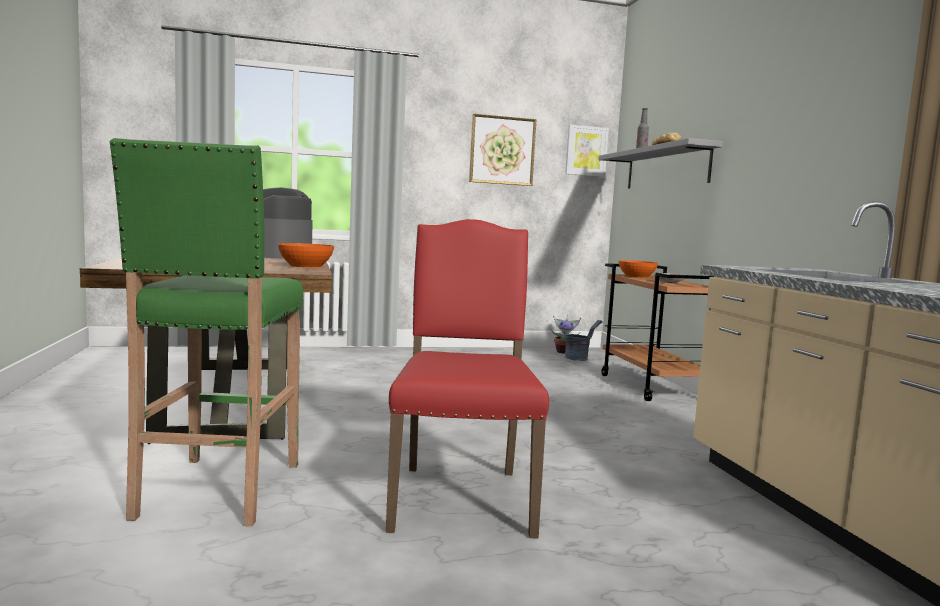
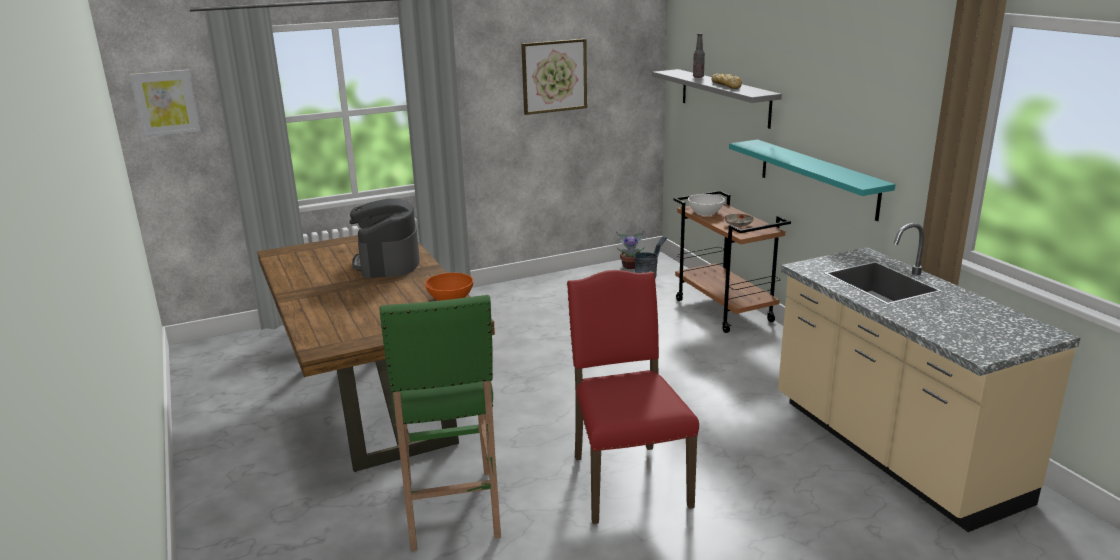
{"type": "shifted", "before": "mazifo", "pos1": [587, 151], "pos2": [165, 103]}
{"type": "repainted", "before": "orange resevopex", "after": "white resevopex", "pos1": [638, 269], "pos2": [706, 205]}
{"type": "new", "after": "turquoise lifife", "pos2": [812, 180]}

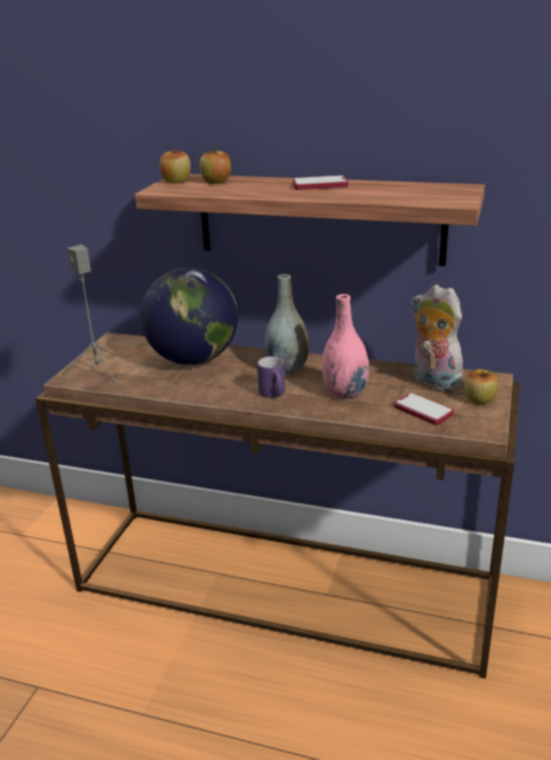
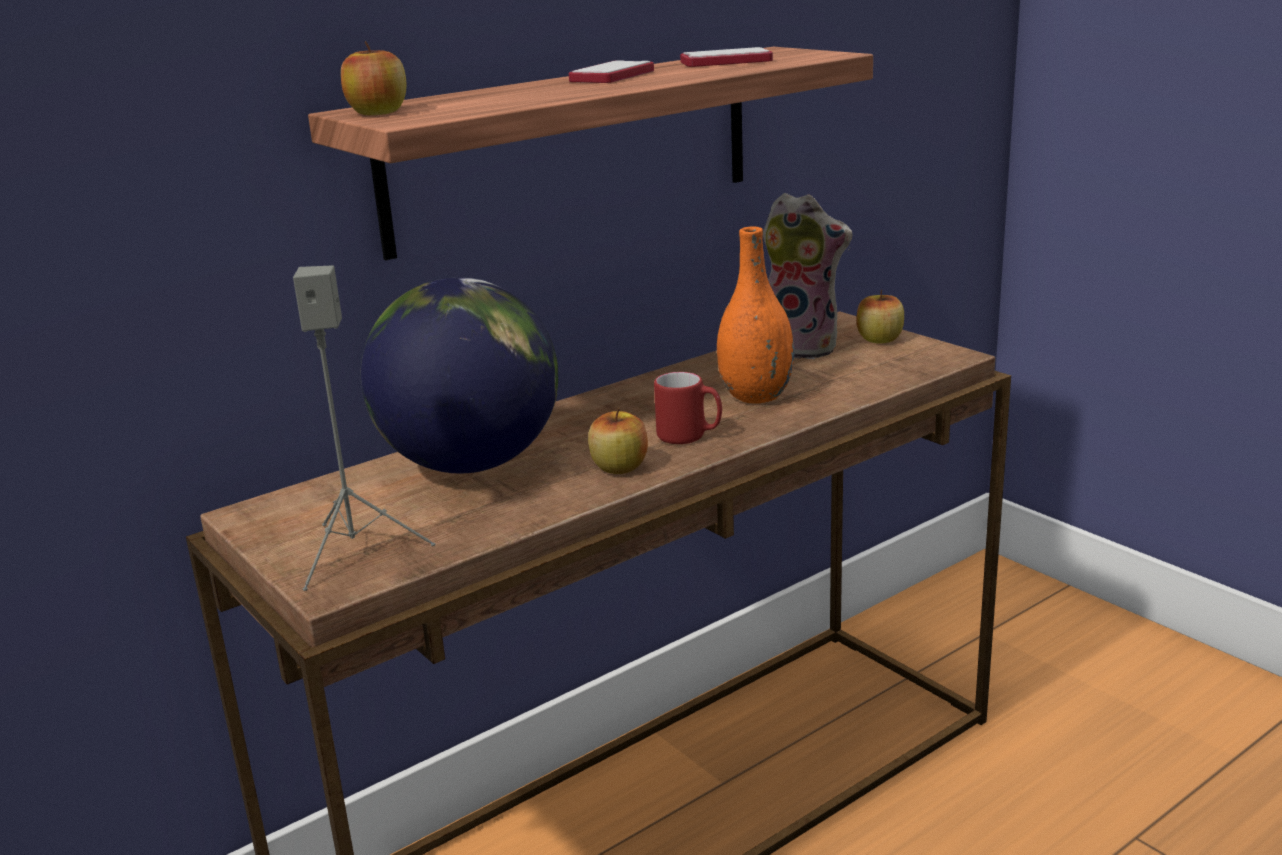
{"type": "shifted", "before": "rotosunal", "pos1": [215, 165], "pos2": [618, 441]}
{"type": "gone", "before": "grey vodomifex", "pos1": [287, 324]}
{"type": "rotated", "before": "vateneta", "pos1": [437, 338], "pos2": [807, 276], "turn": -150}
{"type": "repainted", "before": "pink vodomifex", "after": "orange vodomifex", "pos1": [345, 347], "pos2": [755, 315]}
{"type": "repainted", "before": "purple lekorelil", "after": "red lekorelil", "pos1": [271, 377], "pos2": [688, 408]}
{"type": "shifted", "before": "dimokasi", "pos1": [424, 409], "pos2": [726, 57]}

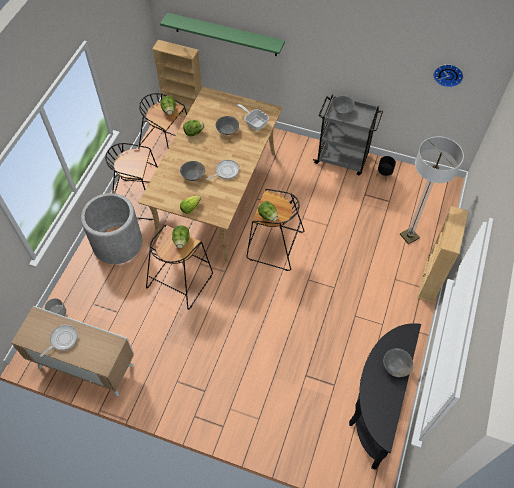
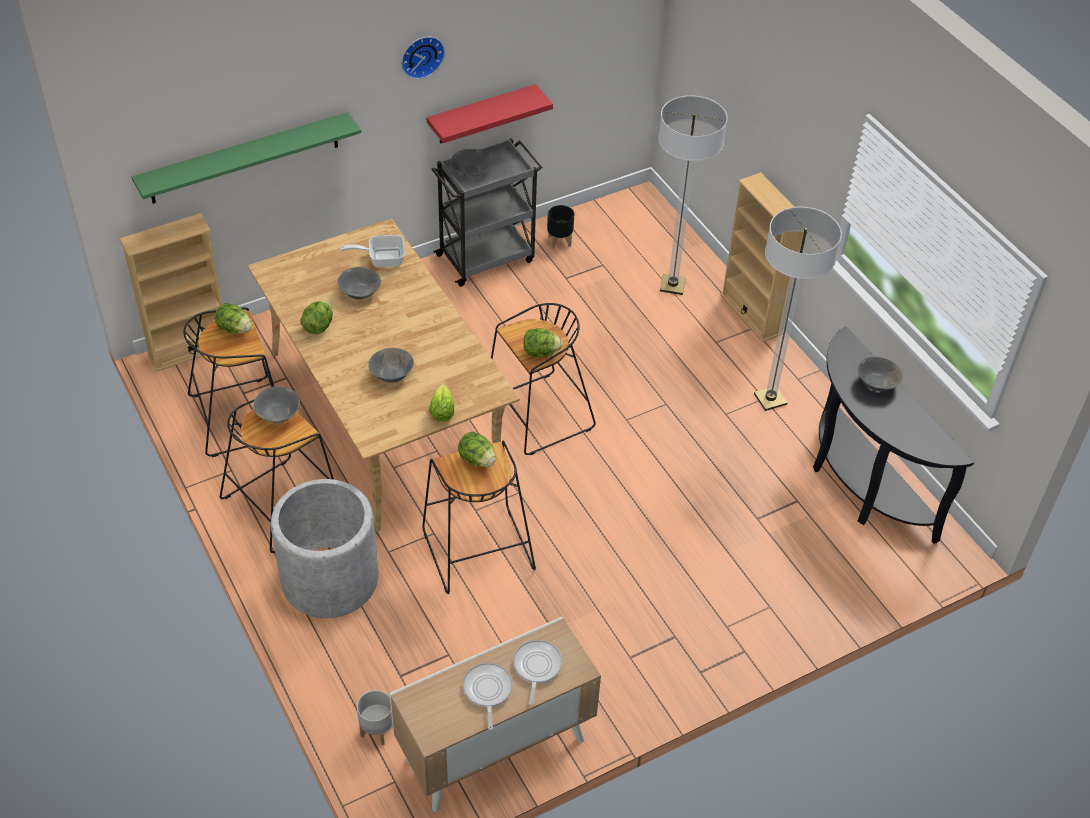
{"type": "shifted", "before": "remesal", "pos1": [448, 75], "pos2": [423, 58]}
{"type": "shifted", "before": "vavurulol", "pos1": [222, 170], "pos2": [537, 672]}
{"type": "new", "after": "red lifife", "pos2": [490, 113]}
{"type": "new", "after": "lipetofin", "pos2": [798, 309]}
{"type": "new", "after": "grey resevopex", "pos2": [277, 404]}

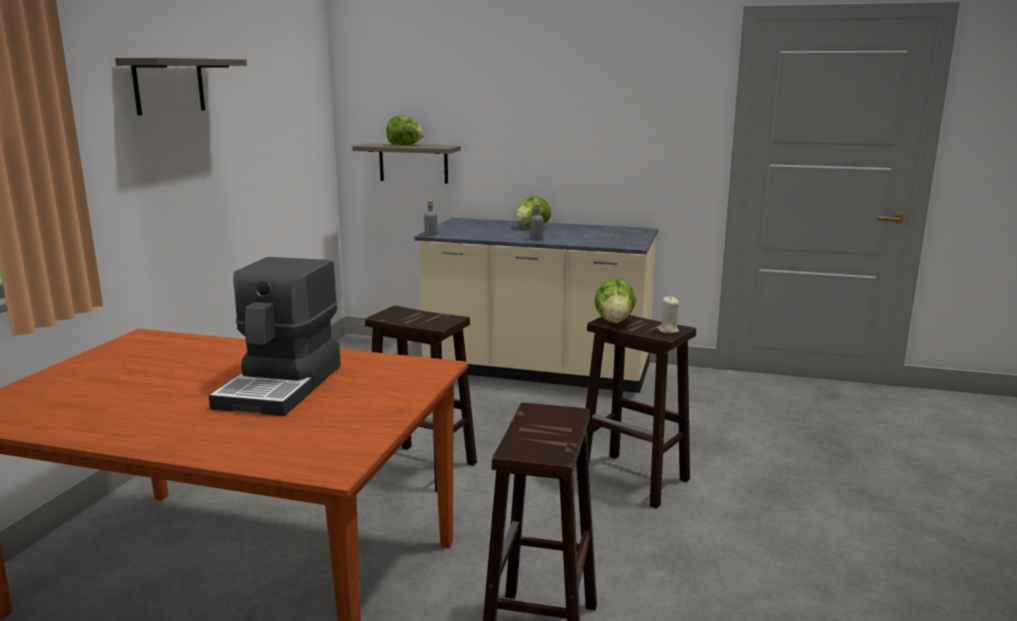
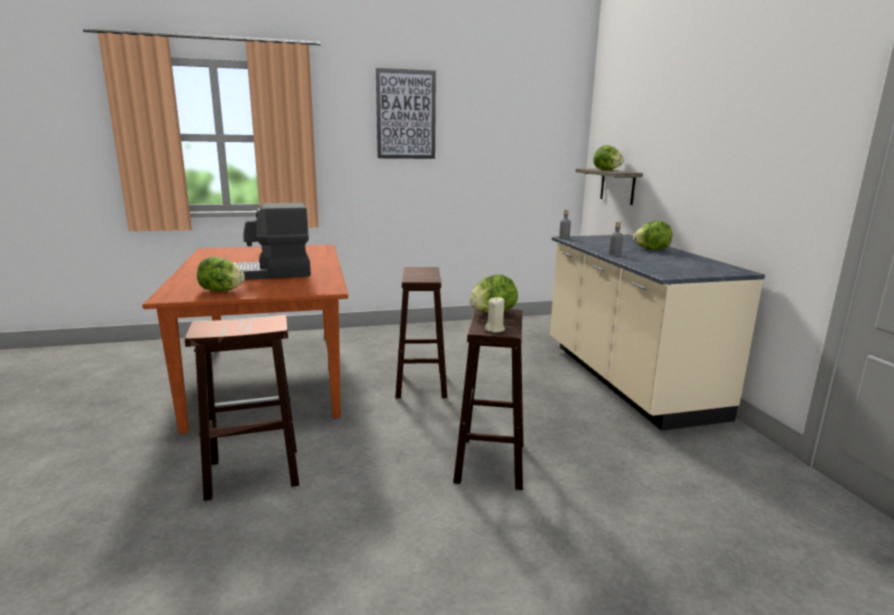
{"type": "swapped", "before": "lifife", "after": "mazifo", "pos1": [181, 86], "pos2": [406, 113]}
{"type": "new", "after": "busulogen", "pos2": [221, 274]}

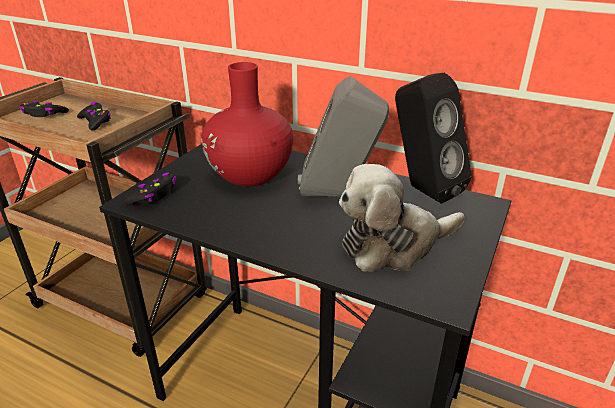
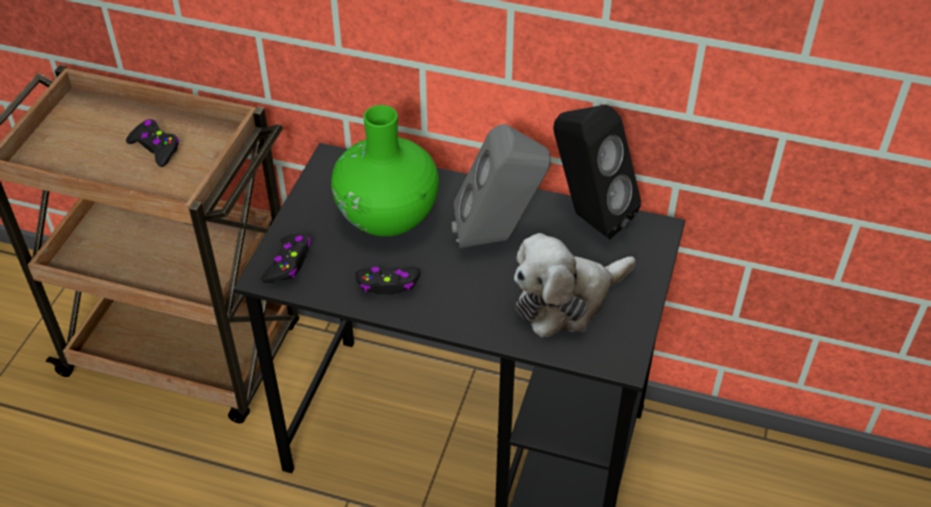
{"type": "repainted", "before": "red vodomifex", "after": "green vodomifex", "pos1": [247, 124], "pos2": [385, 170]}
{"type": "shifted", "before": "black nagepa", "pos1": [44, 109], "pos2": [387, 281]}

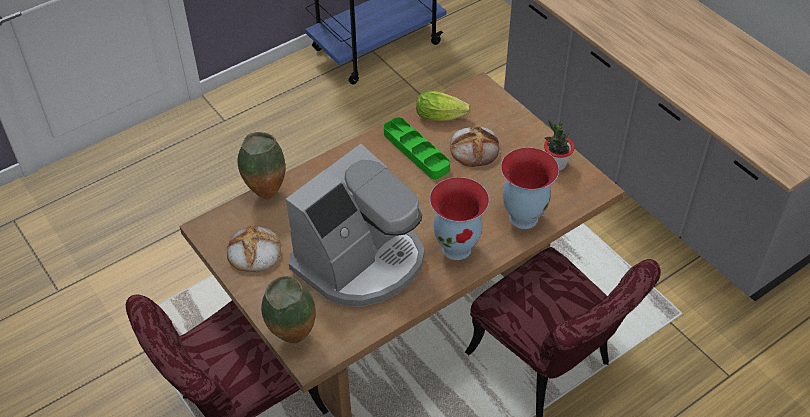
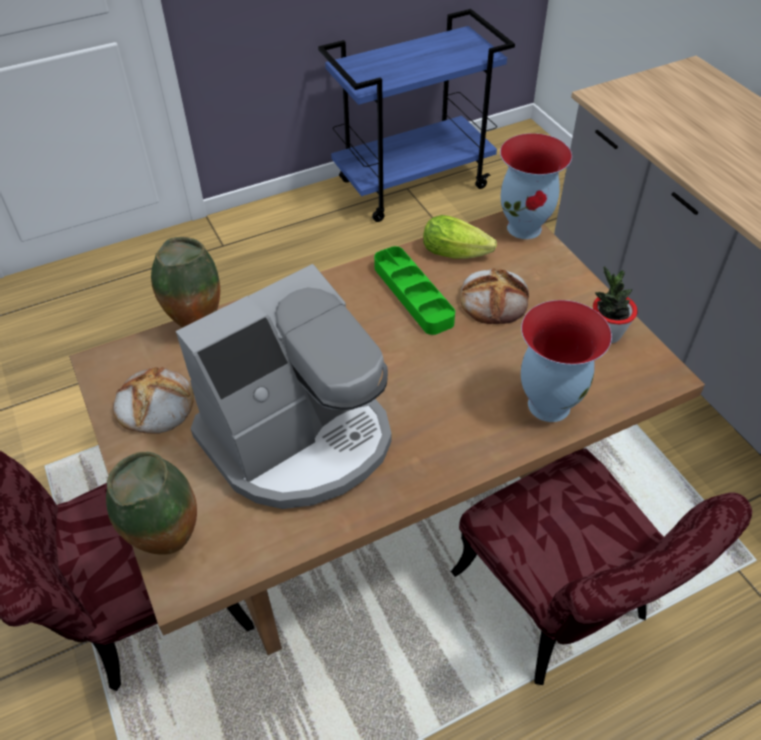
{"type": "shifted", "before": "vodomifex", "pos1": [459, 218], "pos2": [536, 186]}

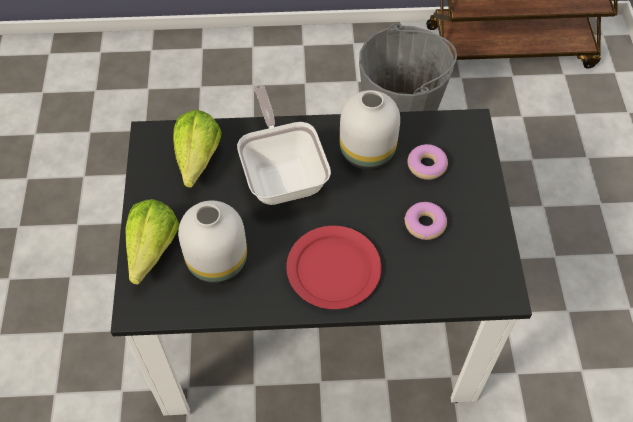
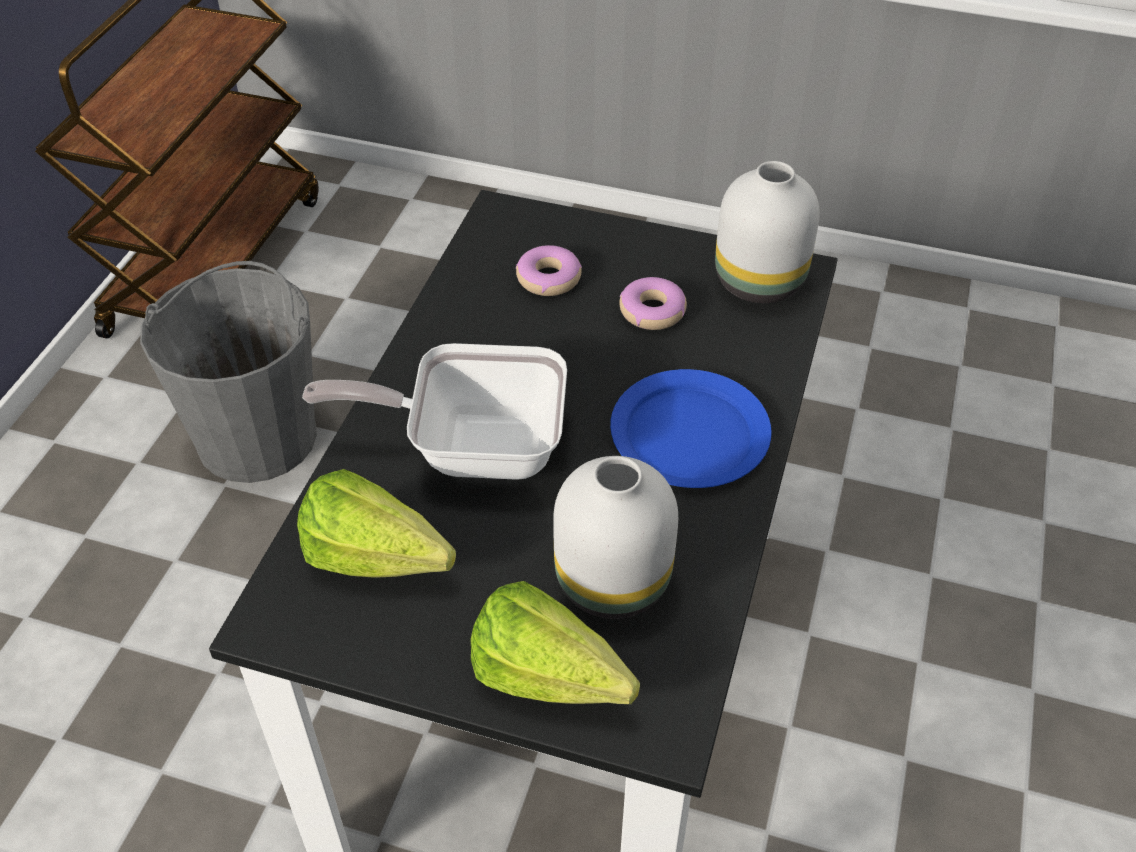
{"type": "shifted", "before": "white vodomifex", "pos1": [370, 129], "pos2": [767, 232]}
{"type": "repainted", "before": "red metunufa", "after": "blue metunufa", "pos1": [333, 267], "pos2": [691, 428]}

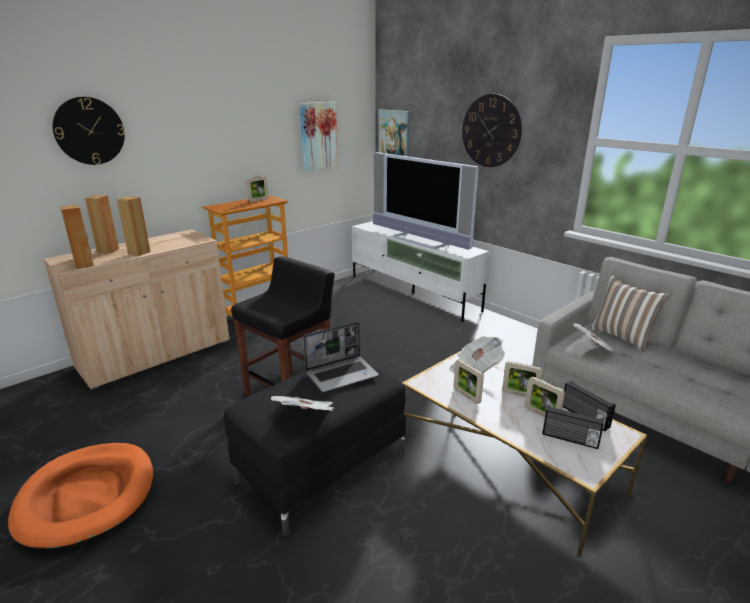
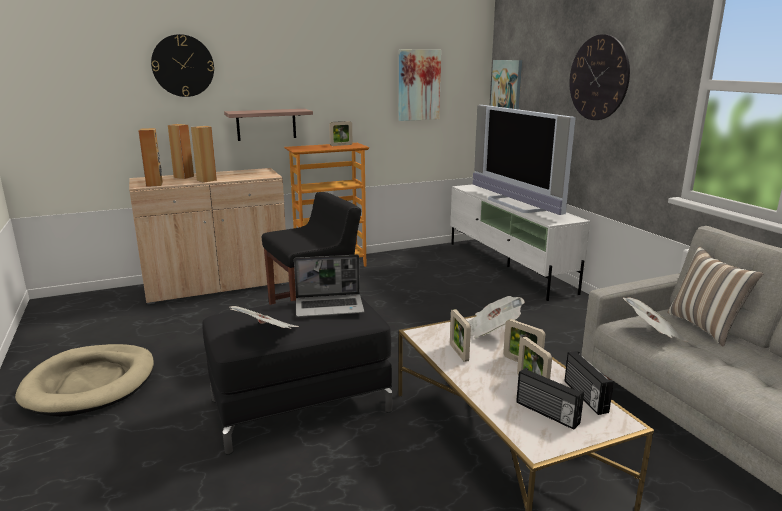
{"type": "repainted", "before": "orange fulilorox", "after": "beige fulilorox", "pos1": [80, 496], "pos2": [84, 380]}
{"type": "new", "after": "lifife", "pos2": [268, 125]}

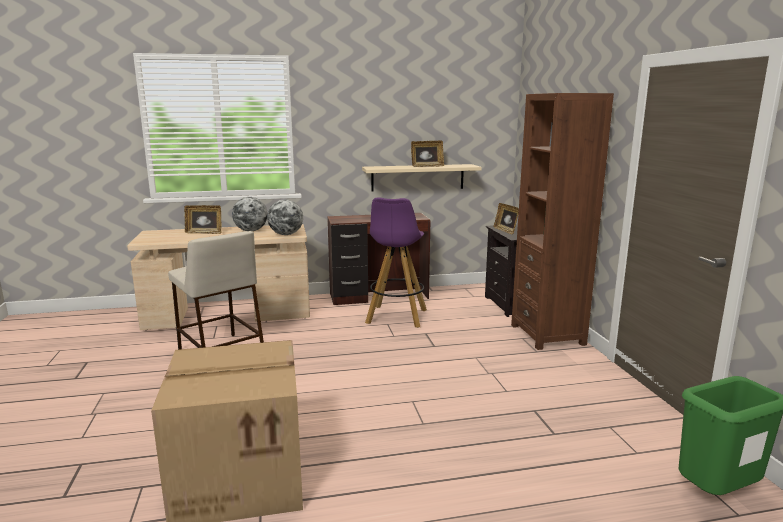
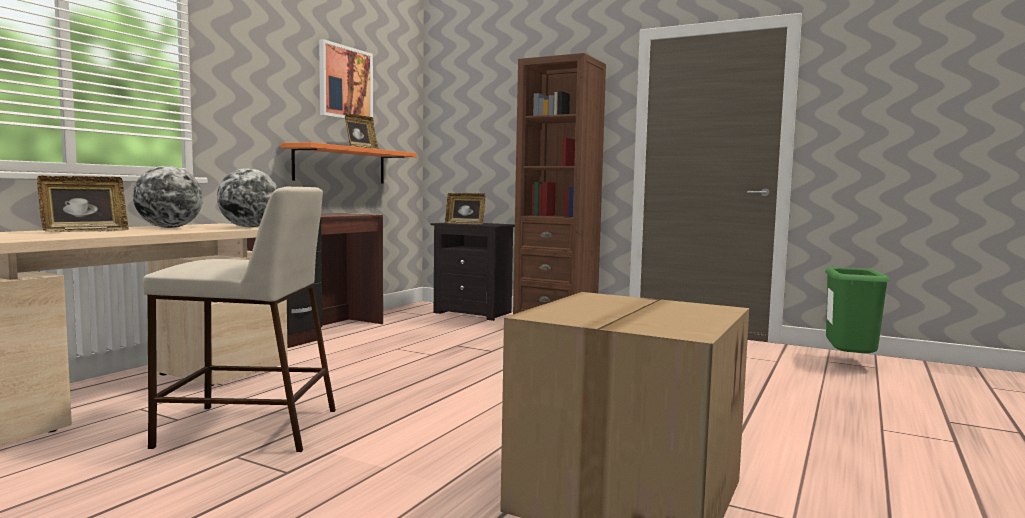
{"type": "repainted", "before": "beige lifife", "after": "orange lifife", "pos1": [422, 178], "pos2": [349, 162]}
{"type": "gone", "before": "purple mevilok", "pos1": [396, 262]}
{"type": "new", "after": "mazifo", "pos2": [346, 79]}

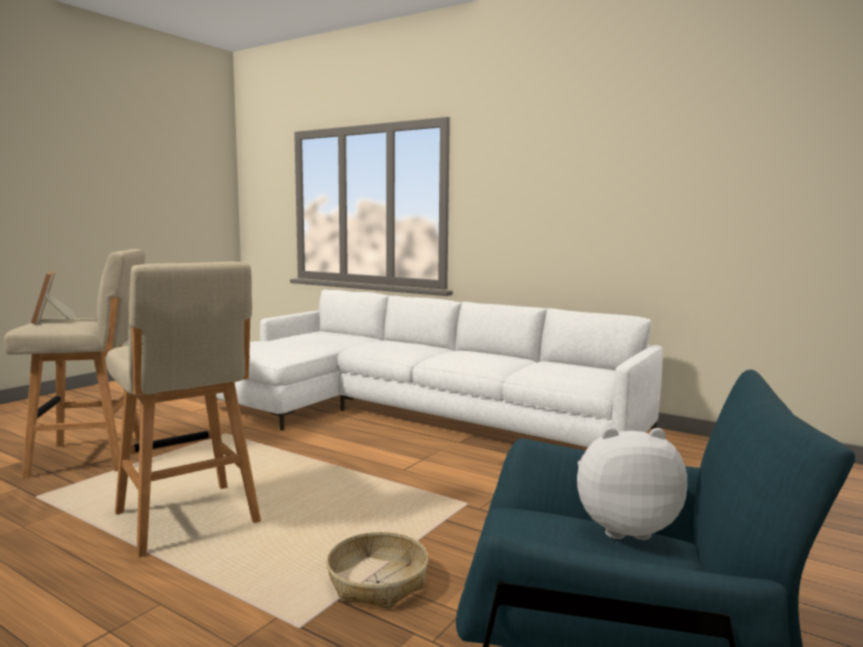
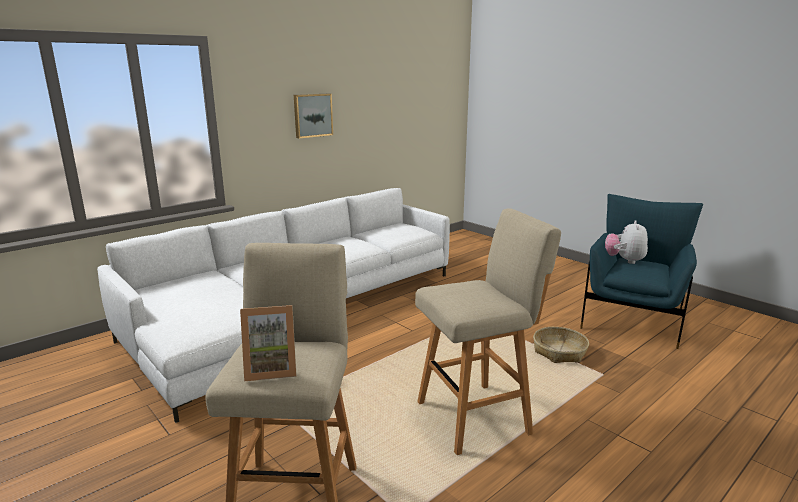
{"type": "new", "after": "mazifo", "pos2": [313, 116]}

